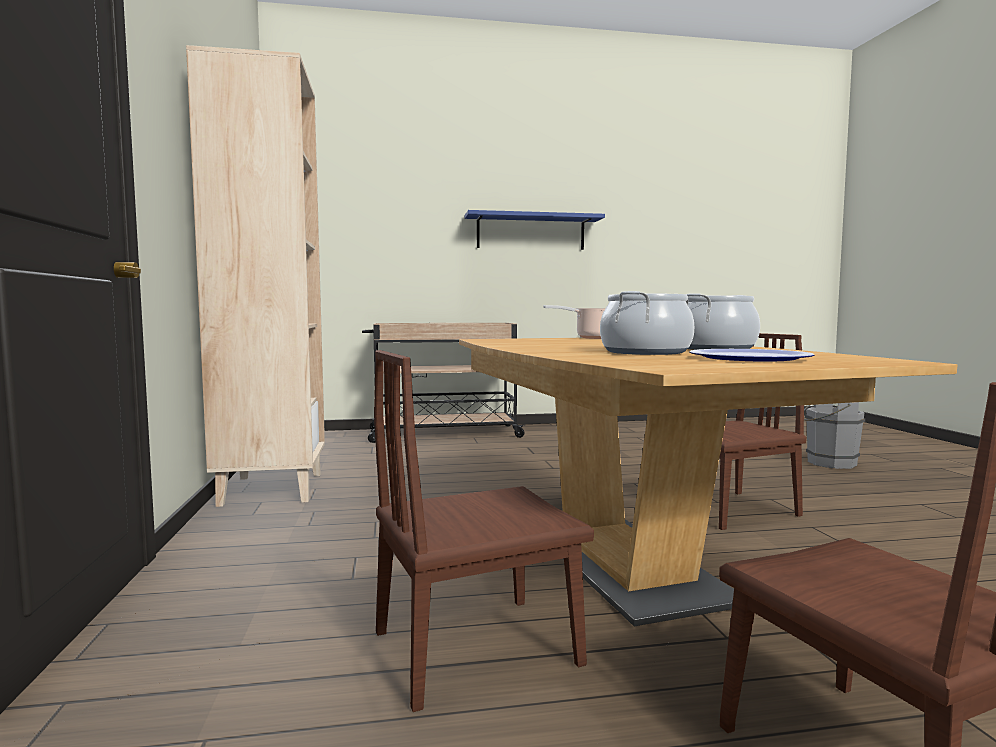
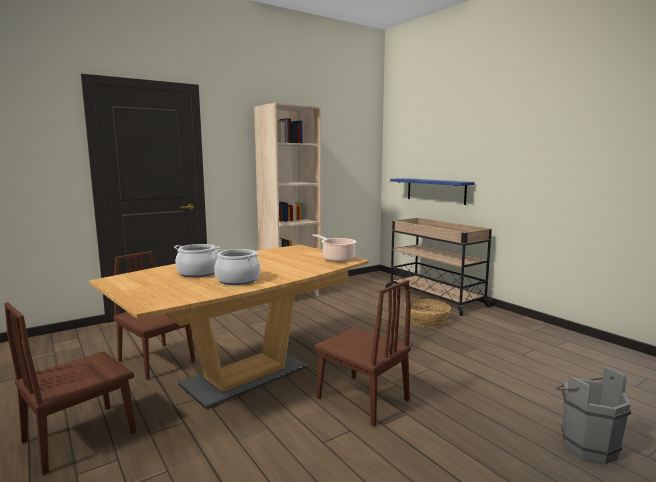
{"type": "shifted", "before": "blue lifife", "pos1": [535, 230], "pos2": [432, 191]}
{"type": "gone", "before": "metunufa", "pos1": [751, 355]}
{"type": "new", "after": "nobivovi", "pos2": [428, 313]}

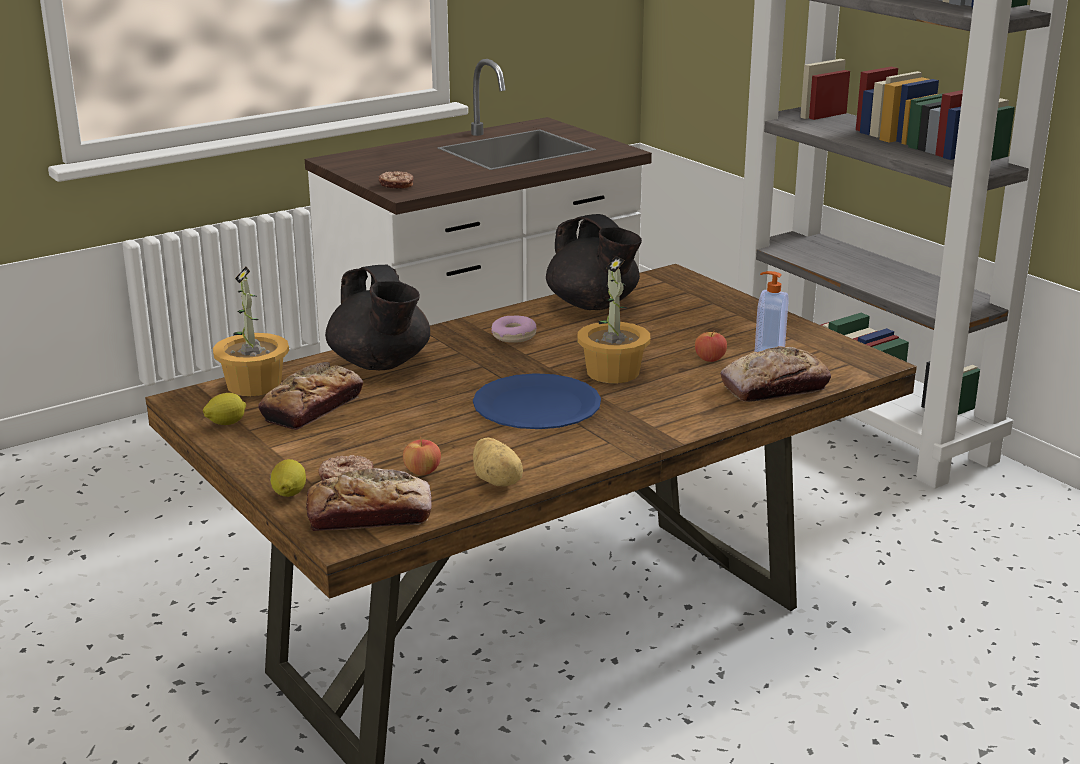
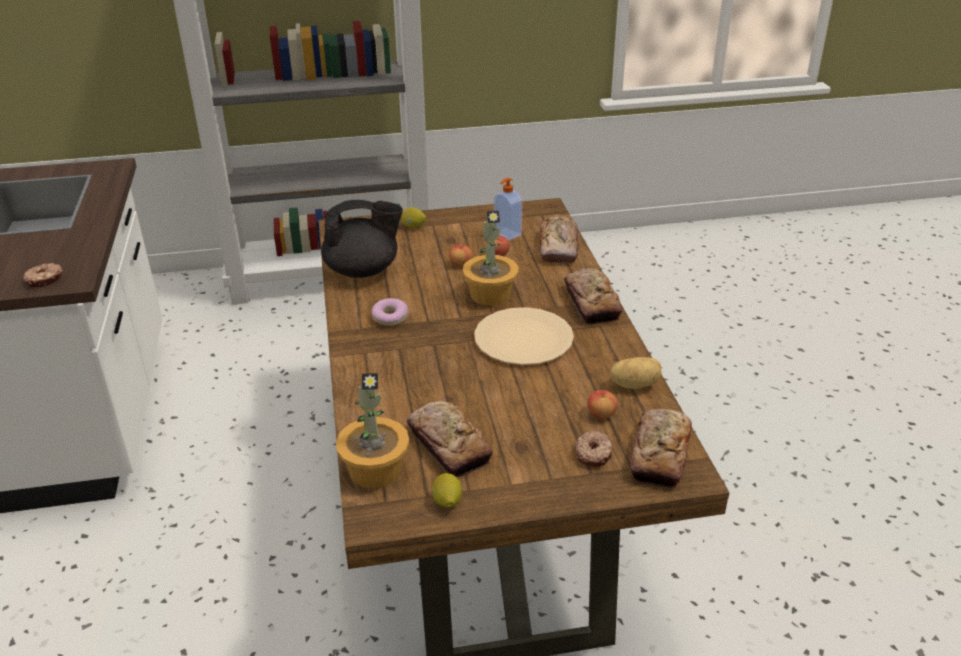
{"type": "gone", "before": "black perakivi", "pos1": [377, 317]}
{"type": "repainted", "before": "blue metunufa", "after": "beige metunufa", "pos1": [537, 401], "pos2": [524, 336]}
{"type": "shifted", "before": "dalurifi", "pos1": [288, 478], "pos2": [413, 217]}
{"type": "new", "after": "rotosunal", "pos2": [461, 255]}
{"type": "new", "after": "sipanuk", "pos2": [593, 296]}

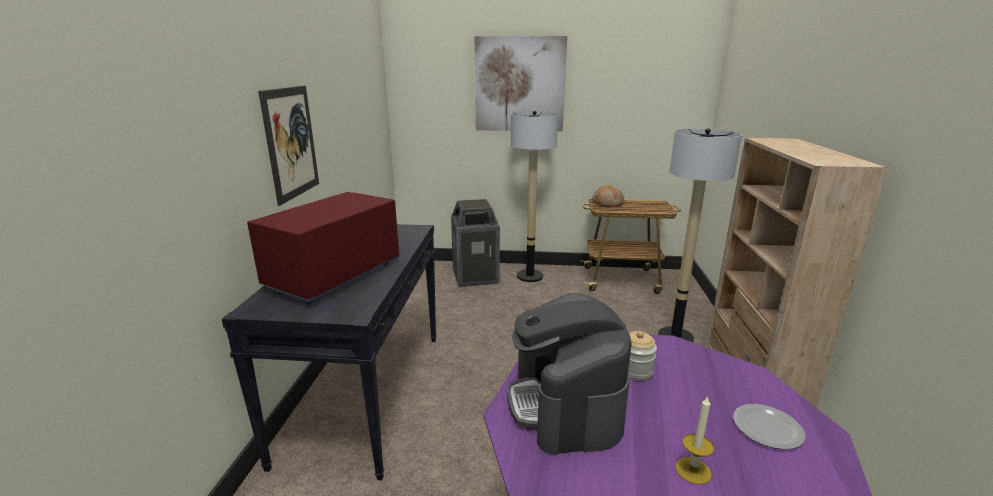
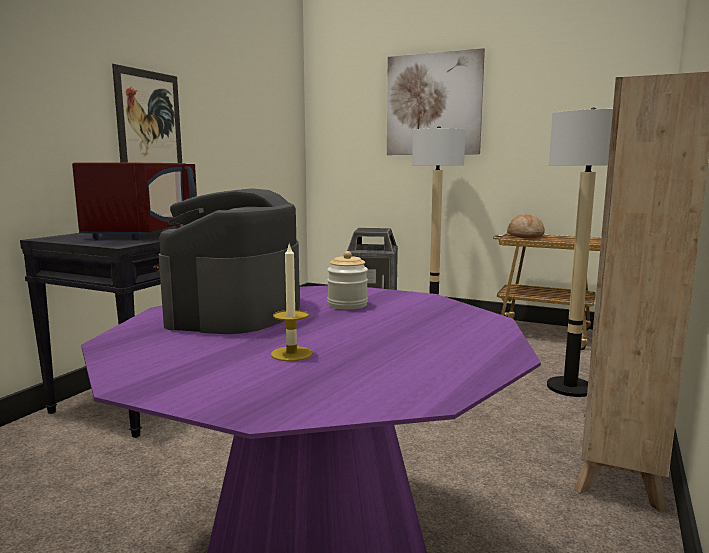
{"type": "rotated", "before": "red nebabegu", "pos1": [323, 248], "pos2": [134, 201], "turn": 135}
{"type": "gone", "before": "metunufa", "pos1": [769, 426]}

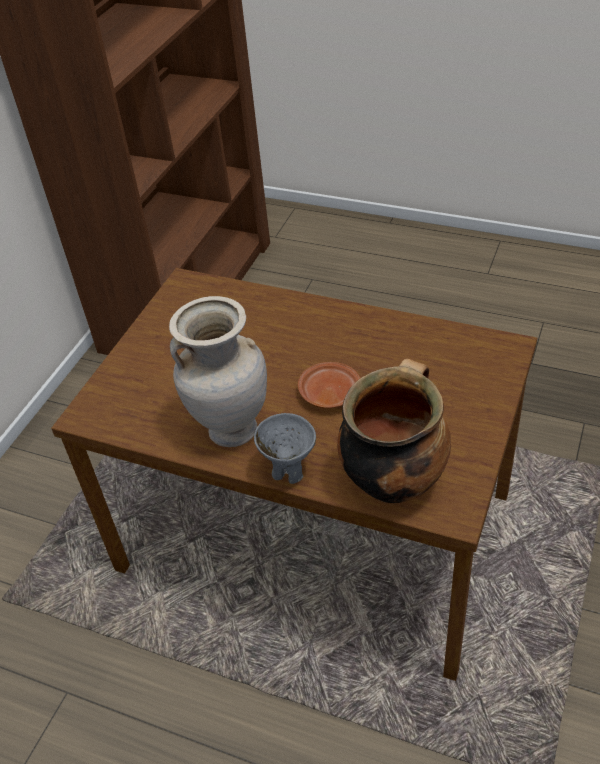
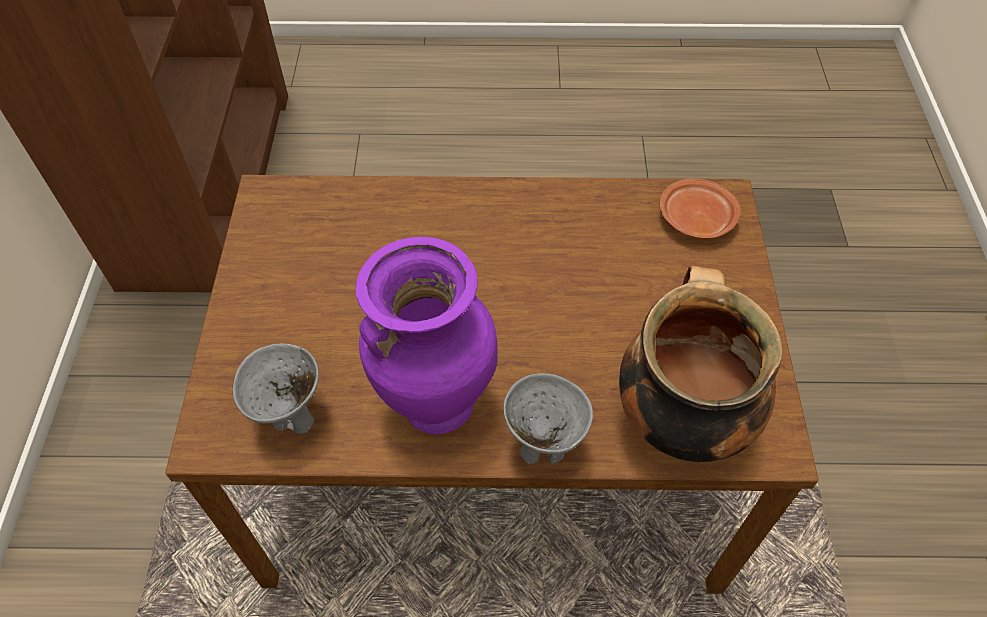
{"type": "repainted", "before": "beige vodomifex", "after": "purple vodomifex", "pos1": [218, 371], "pos2": [426, 336]}
{"type": "shifted", "before": "brown metunufa", "pos1": [329, 385], "pos2": [700, 209]}
{"type": "new", "after": "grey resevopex", "pos2": [276, 388]}

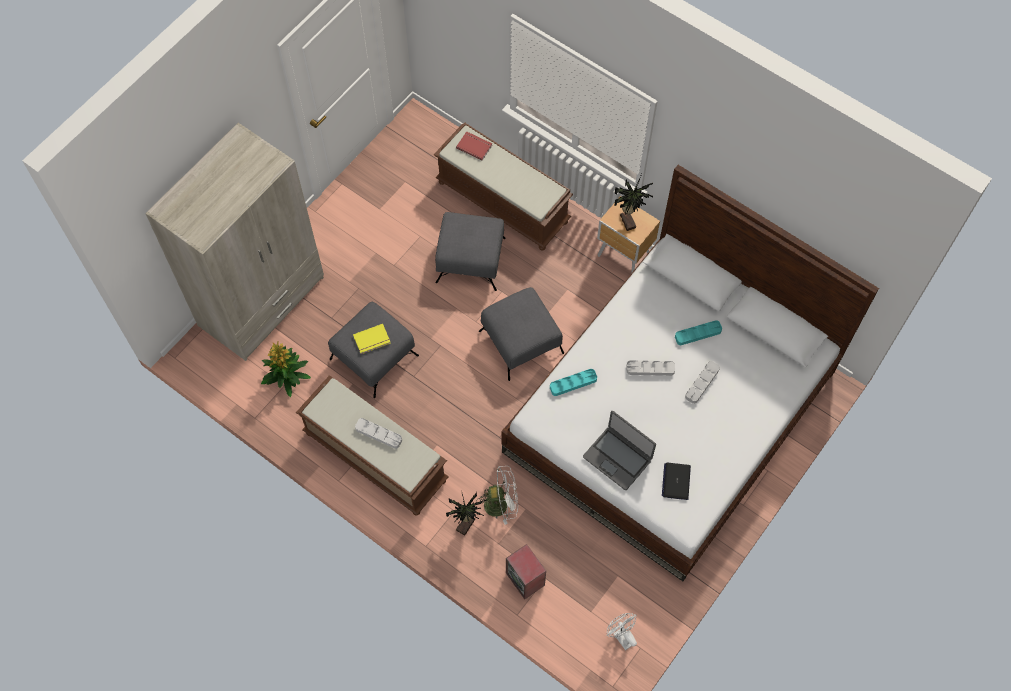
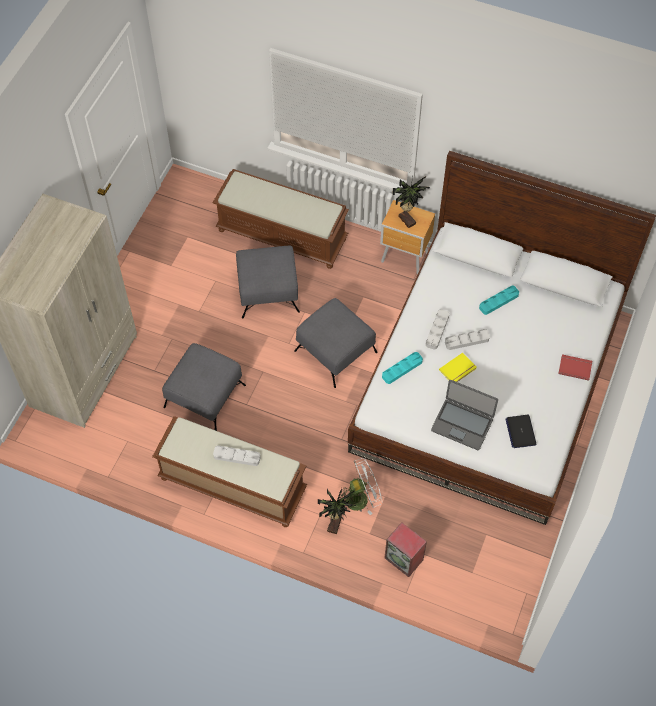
{"type": "shifted", "before": "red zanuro", "pos1": [474, 145], "pos2": [575, 367]}
{"type": "shifted", "before": "yellow zanuro", "pos1": [372, 339], "pos2": [457, 367]}
{"type": "gone", "before": "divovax", "pos1": [286, 369]}
{"type": "shifted", "before": "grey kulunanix", "pos1": [702, 382], "pos2": [437, 329]}
{"type": "gone", "before": "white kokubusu", "pos1": [621, 632]}

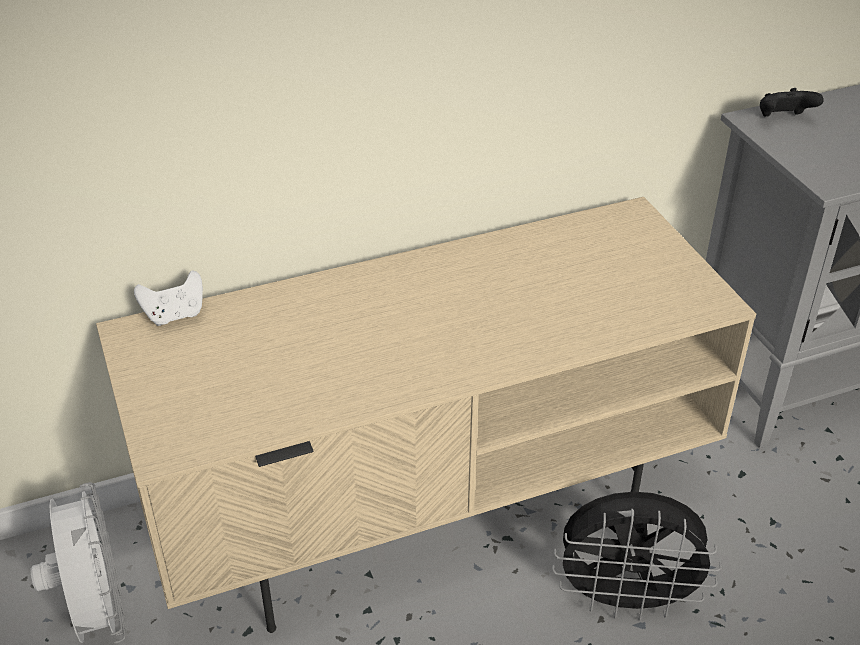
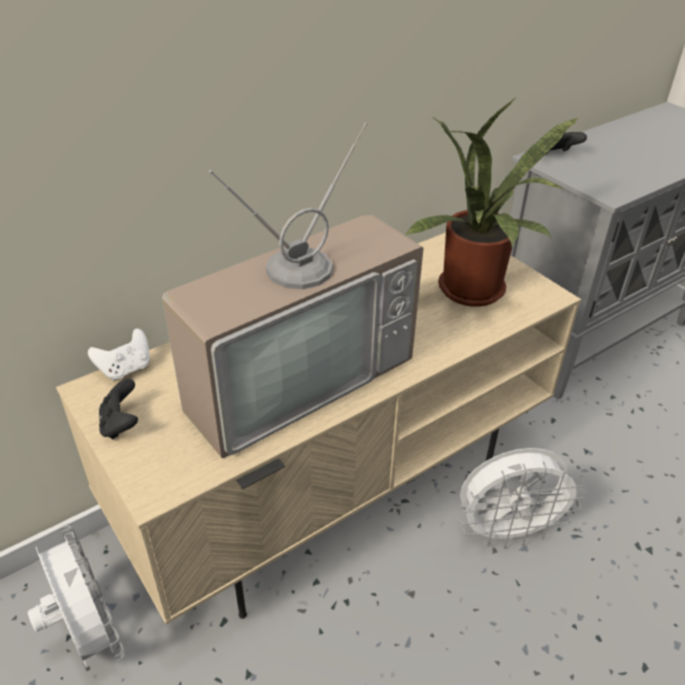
{"type": "repainted", "before": "black kokubusu", "after": "white kokubusu", "pos1": [637, 556], "pos2": [522, 498]}
{"type": "new", "after": "divovax", "pos2": [492, 202]}
{"type": "new", "after": "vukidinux", "pos2": [293, 290]}
{"type": "new", "after": "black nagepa", "pos2": [118, 409]}

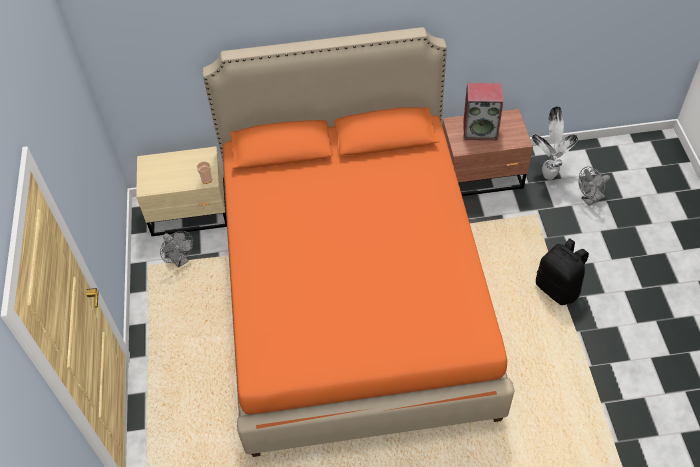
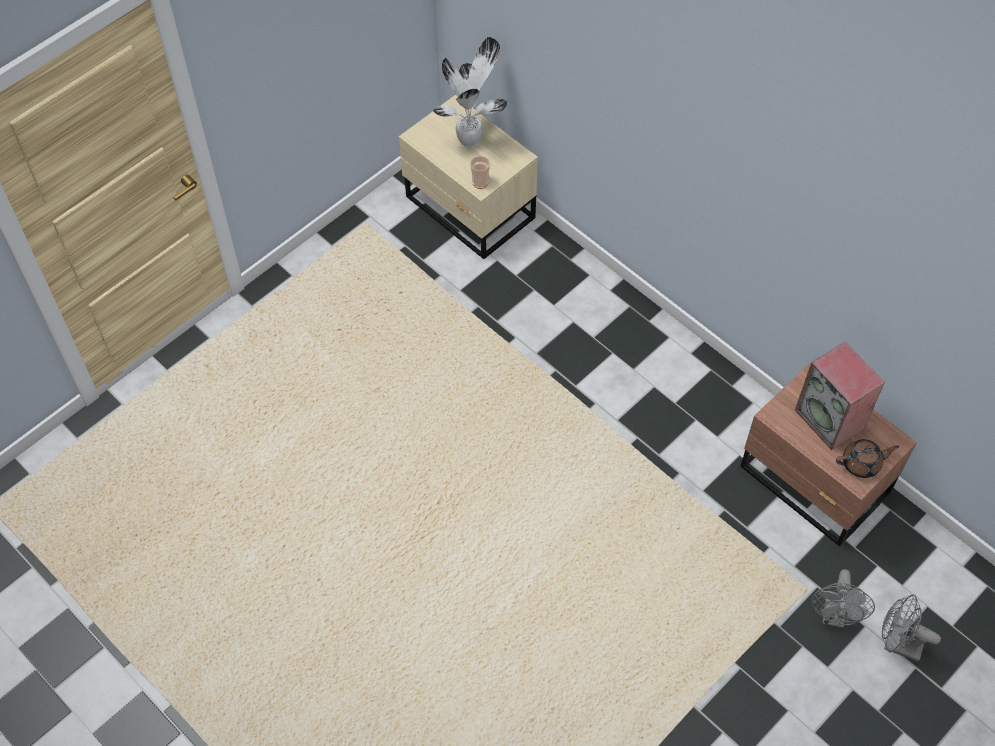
{"type": "gone", "before": "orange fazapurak", "pos1": [359, 242]}
{"type": "shifted", "before": "divovax", "pos1": [555, 143], "pos2": [470, 92]}
{"type": "shifted", "before": "grey kokubusu", "pos1": [176, 249], "pos2": [843, 598]}
{"type": "gone", "before": "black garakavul", "pos1": [562, 271]}
{"type": "new", "after": "brown perakivi", "pos2": [867, 458]}

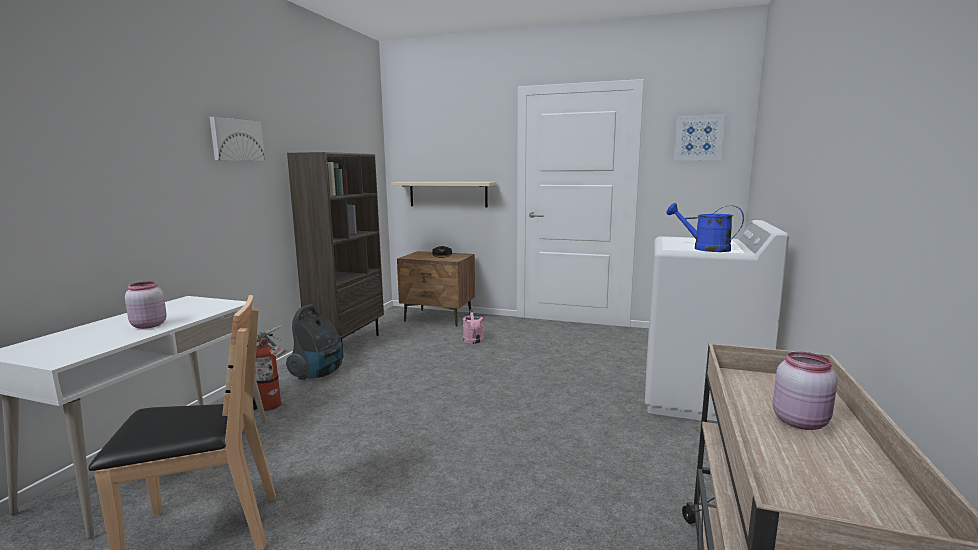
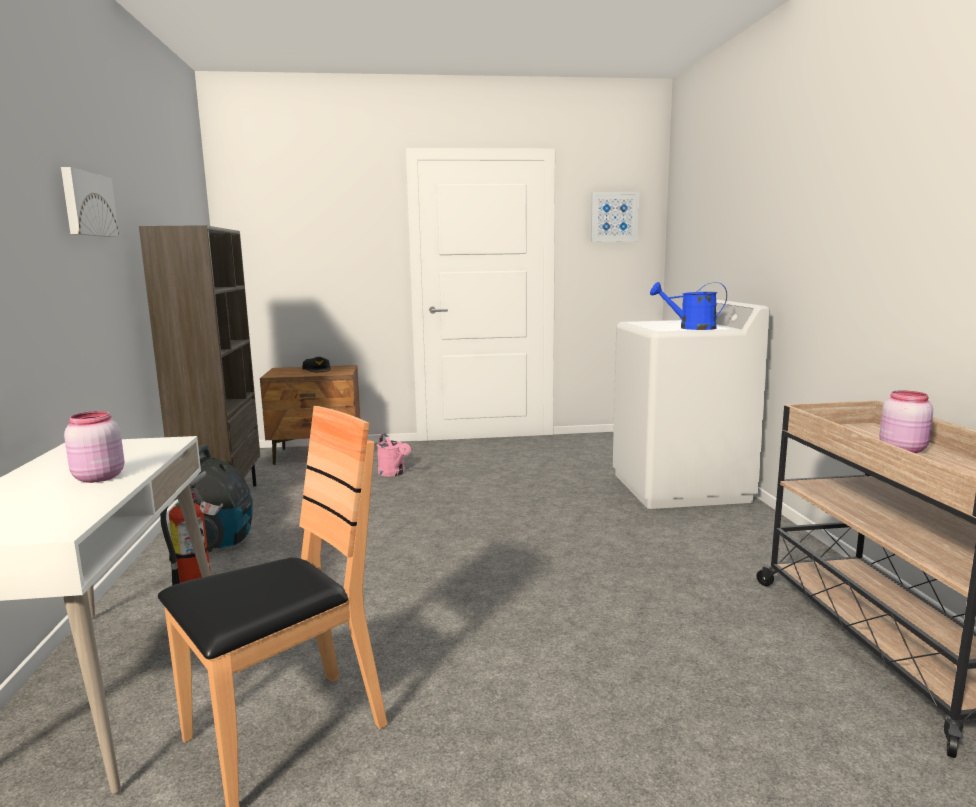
{"type": "gone", "before": "beige lifife", "pos1": [444, 195]}

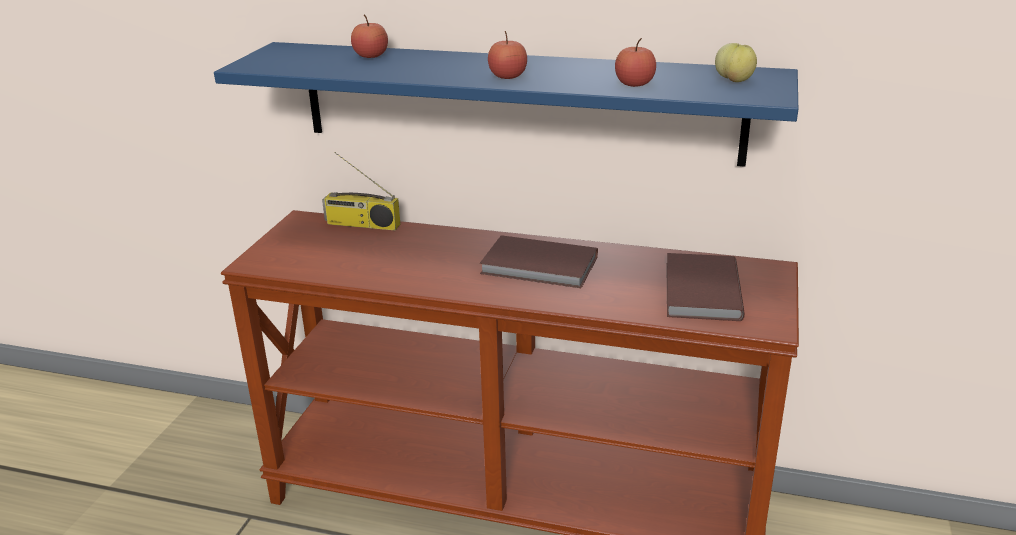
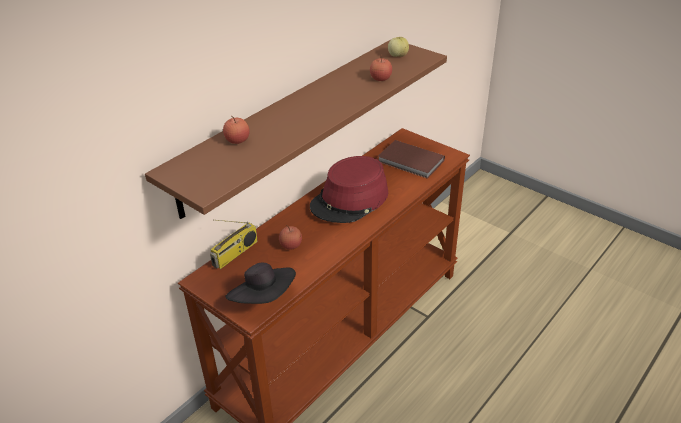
{"type": "shifted", "before": "rotosunal", "pos1": [507, 55], "pos2": [290, 238]}
{"type": "repainted", "before": "blue lifife", "after": "brown lifife", "pos1": [506, 104], "pos2": [296, 129]}
{"type": "swapped", "before": "brown zanuro", "after": "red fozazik", "pos1": [539, 261], "pos2": [349, 189]}
{"type": "new", "after": "black fozazik", "pos2": [261, 283]}

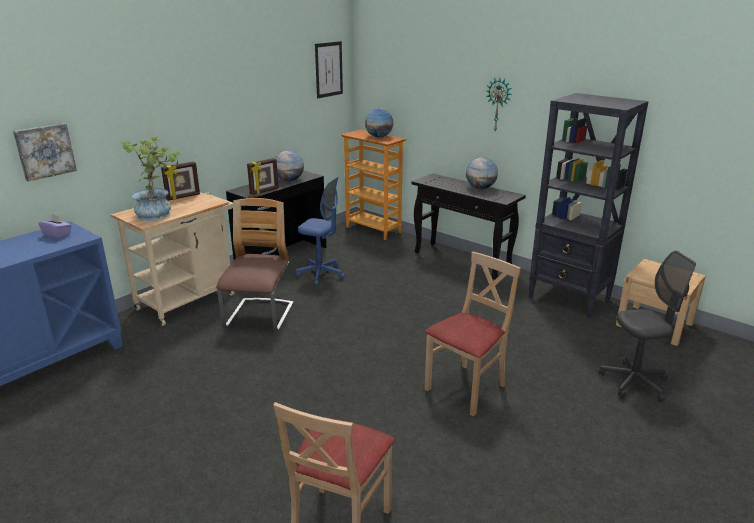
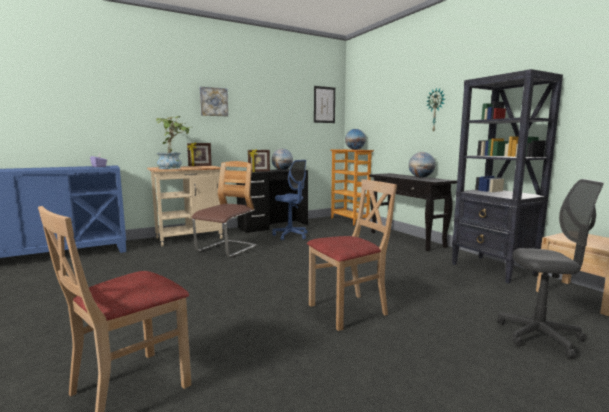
{"type": "shifted", "before": "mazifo", "pos1": [45, 152], "pos2": [214, 101]}

